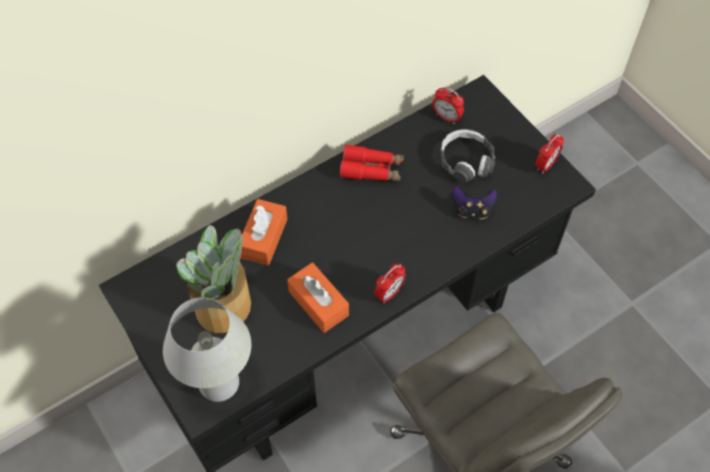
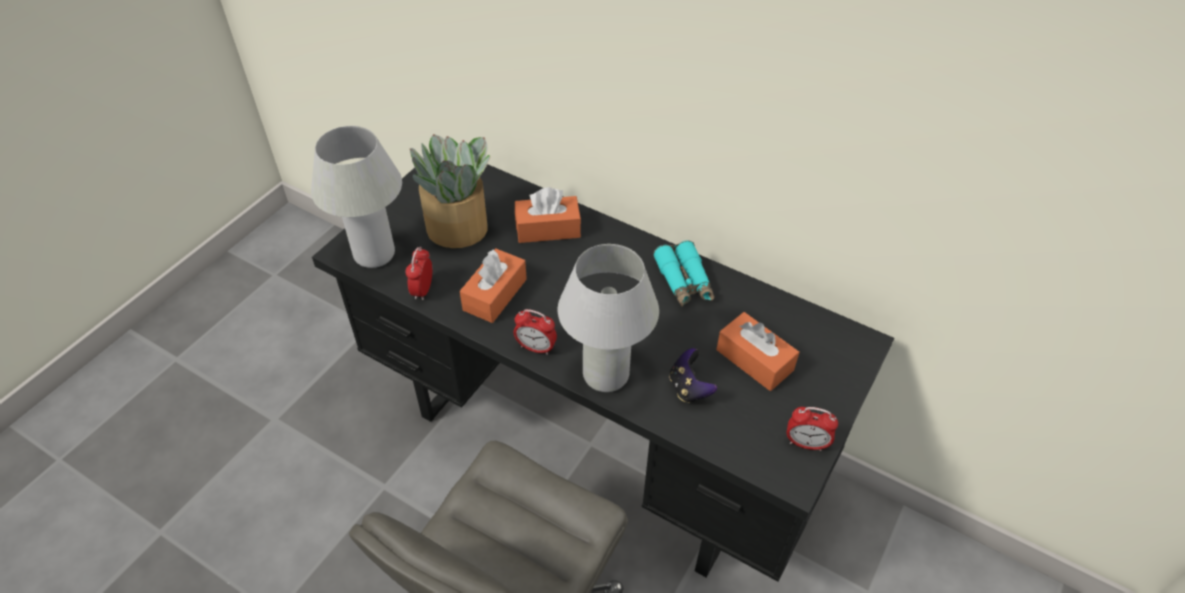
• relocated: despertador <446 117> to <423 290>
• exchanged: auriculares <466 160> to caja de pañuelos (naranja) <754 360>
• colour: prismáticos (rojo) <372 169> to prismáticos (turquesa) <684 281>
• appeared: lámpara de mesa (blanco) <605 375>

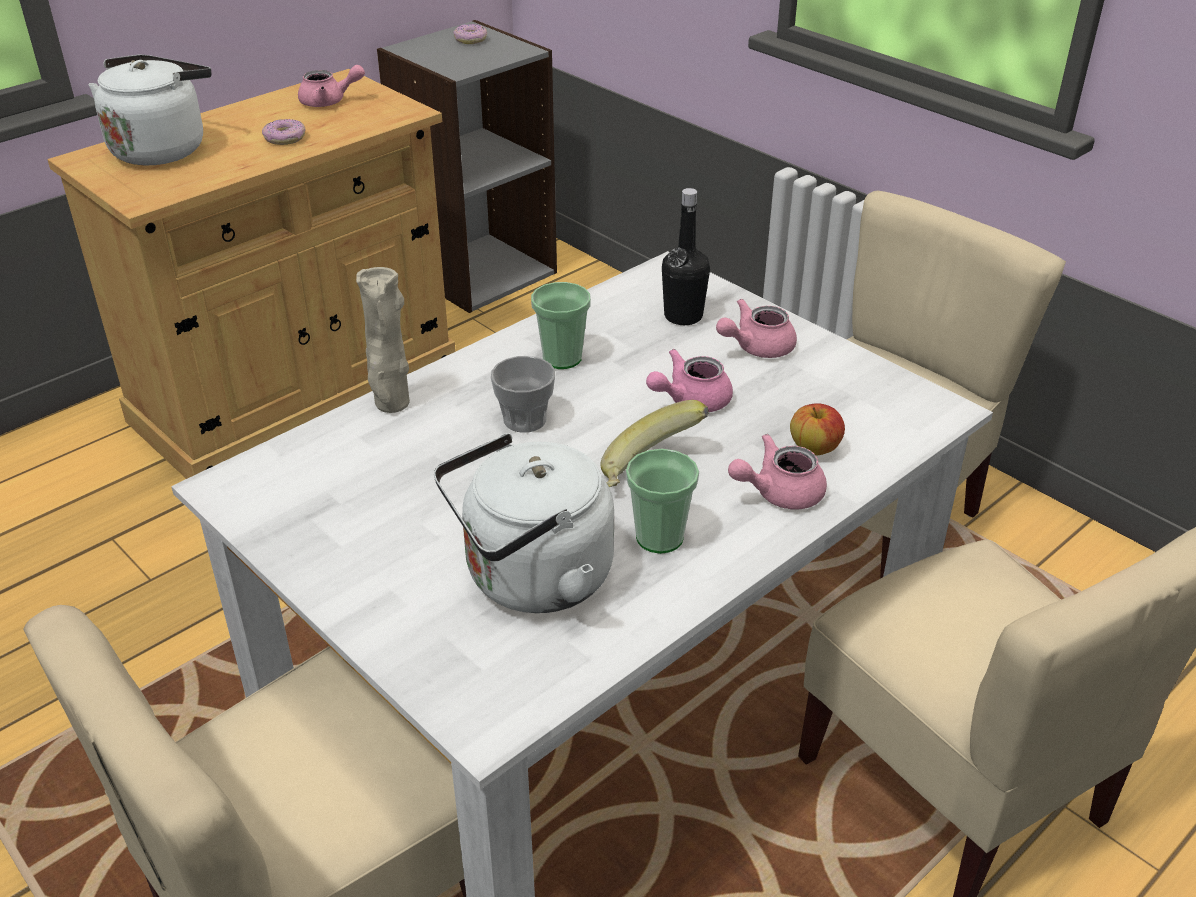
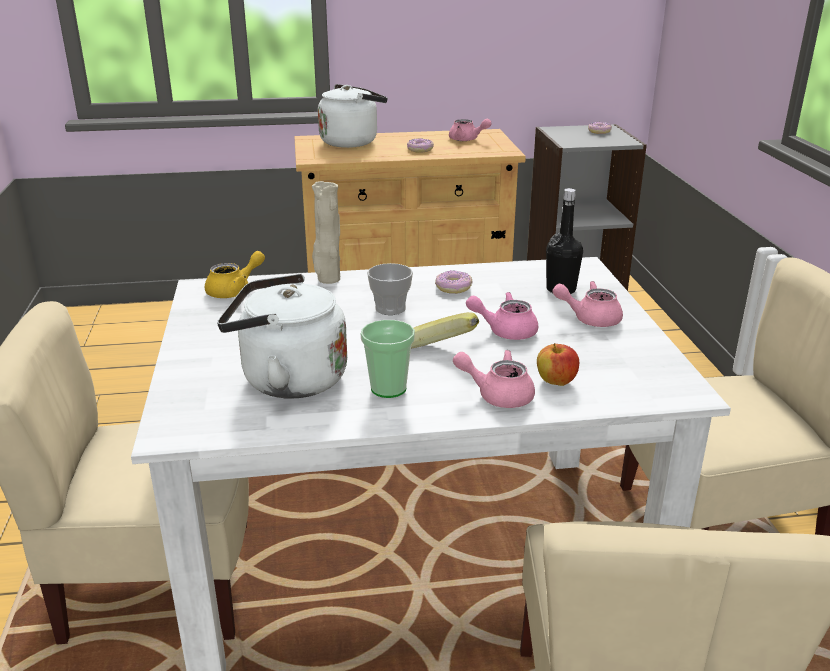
• exchanged: taza <562 358> to rosquilla <453 287>
• appeared: tetera (amarillo) <235 290>

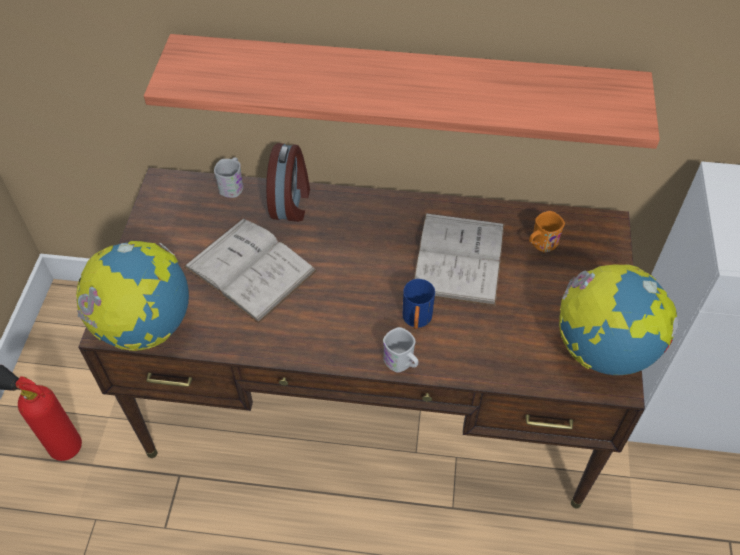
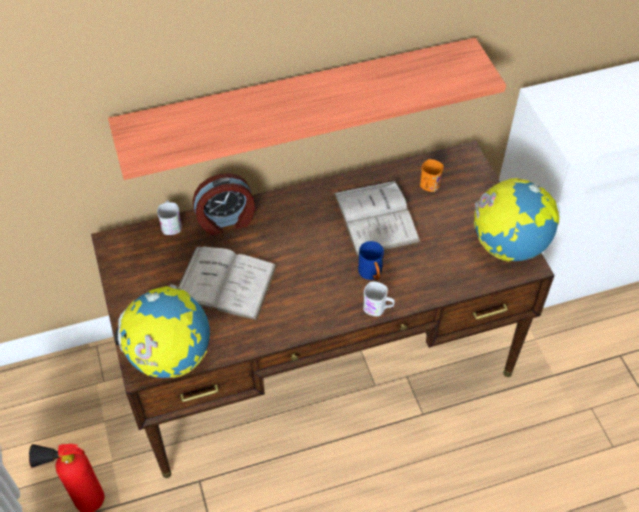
• spun: despertador <291 202> = <226 221> 90 degrees clockwise

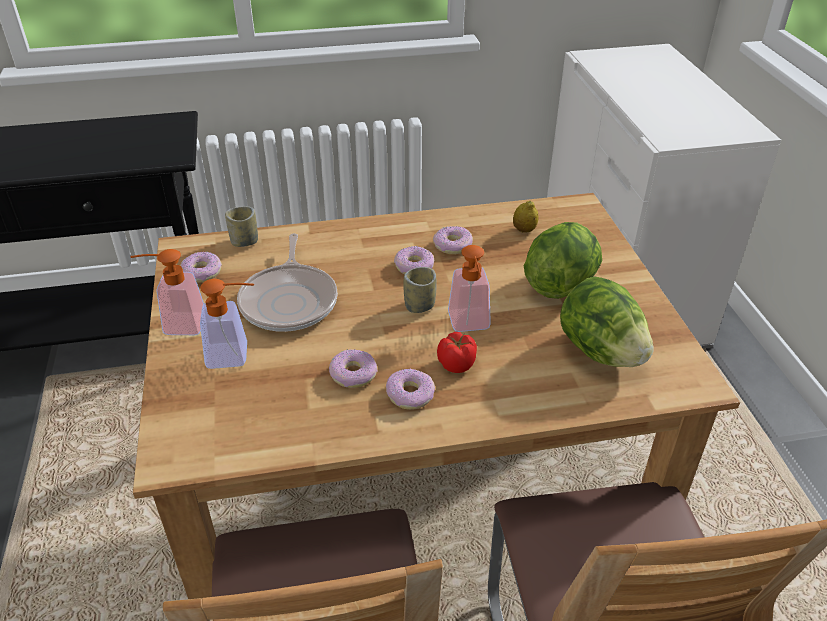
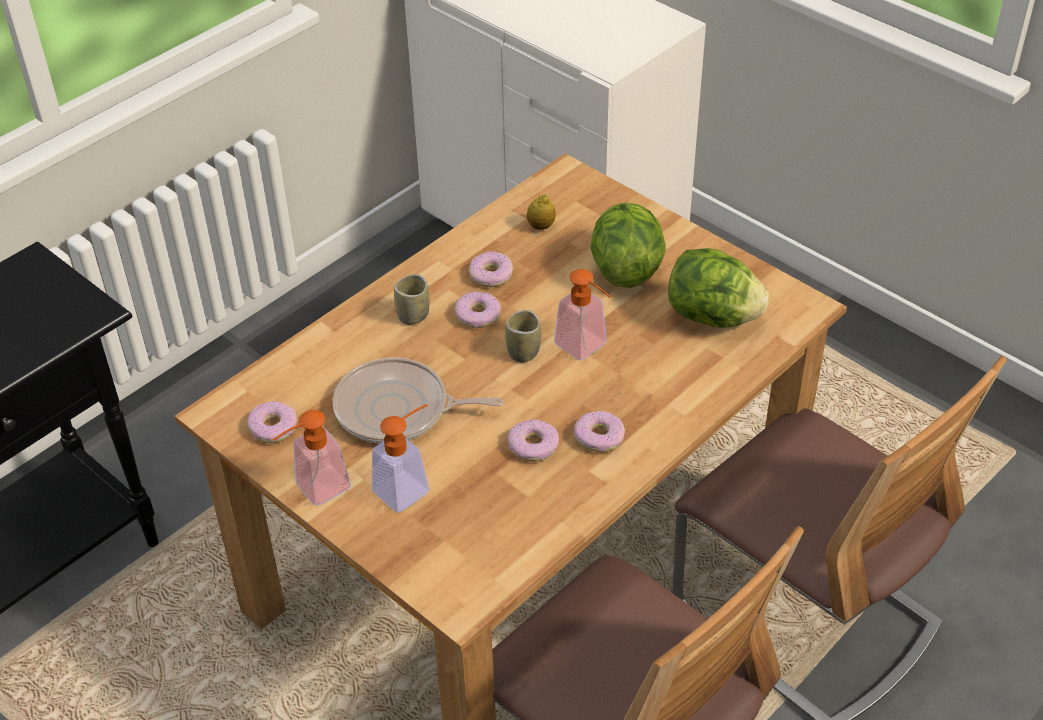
• relocated: taza <244 241> to <413 315>
• spun: sartén <290 301> = <398 410> 135 degrees clockwise
• missing: tomate <457 364>

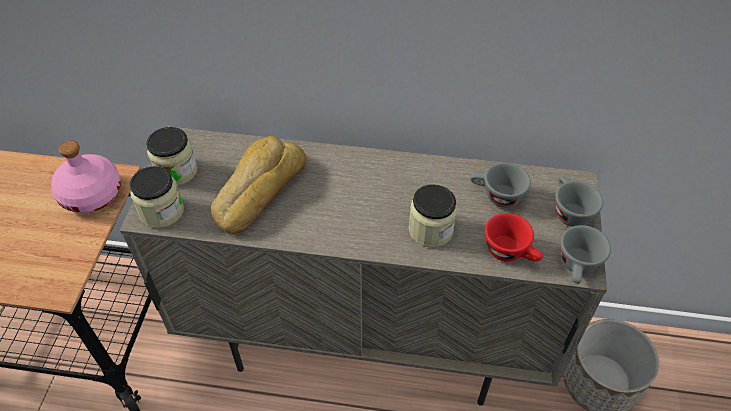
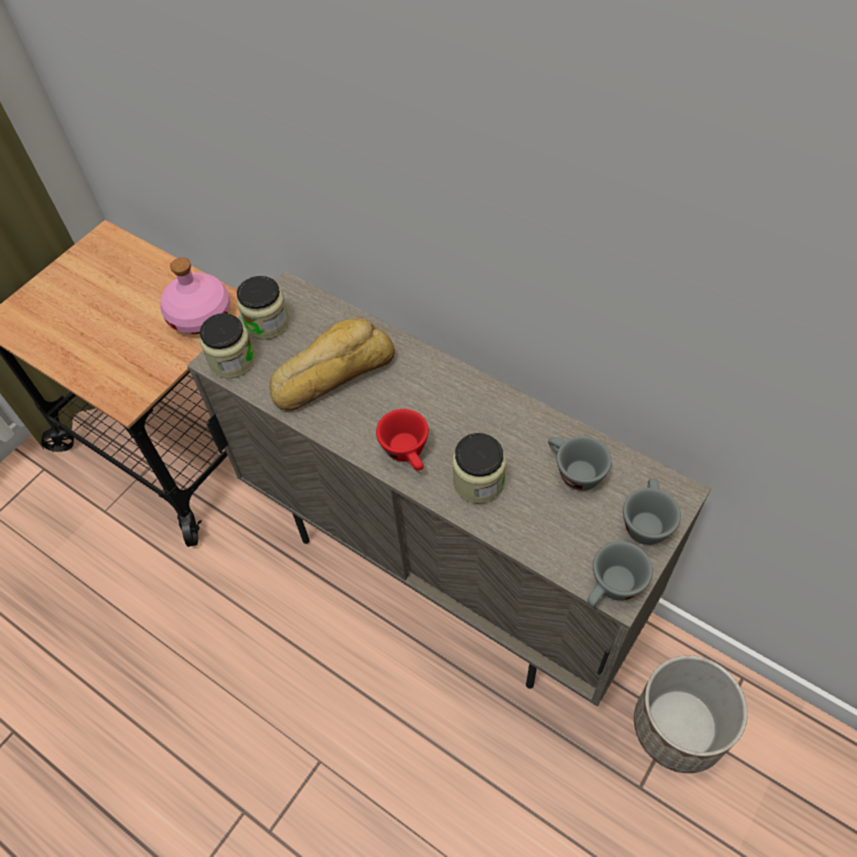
• relocated: taza (rojo) <511 252> to <408 453>

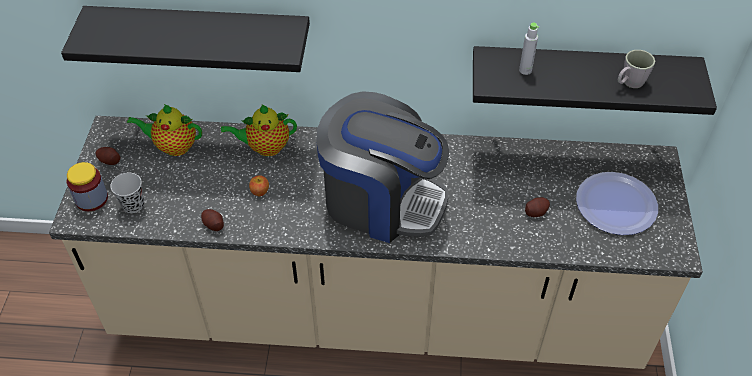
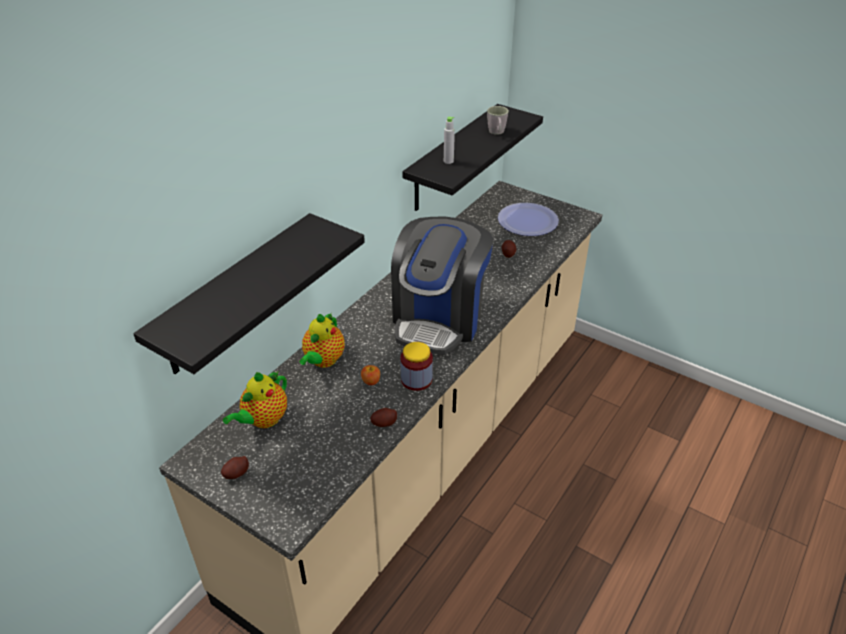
• spun: cafetera <381 201> = <439 318> 150 degrees clockwise
• relocated: tarro <91 199> to <416 379>
• missing: taza (negro) <133 205>

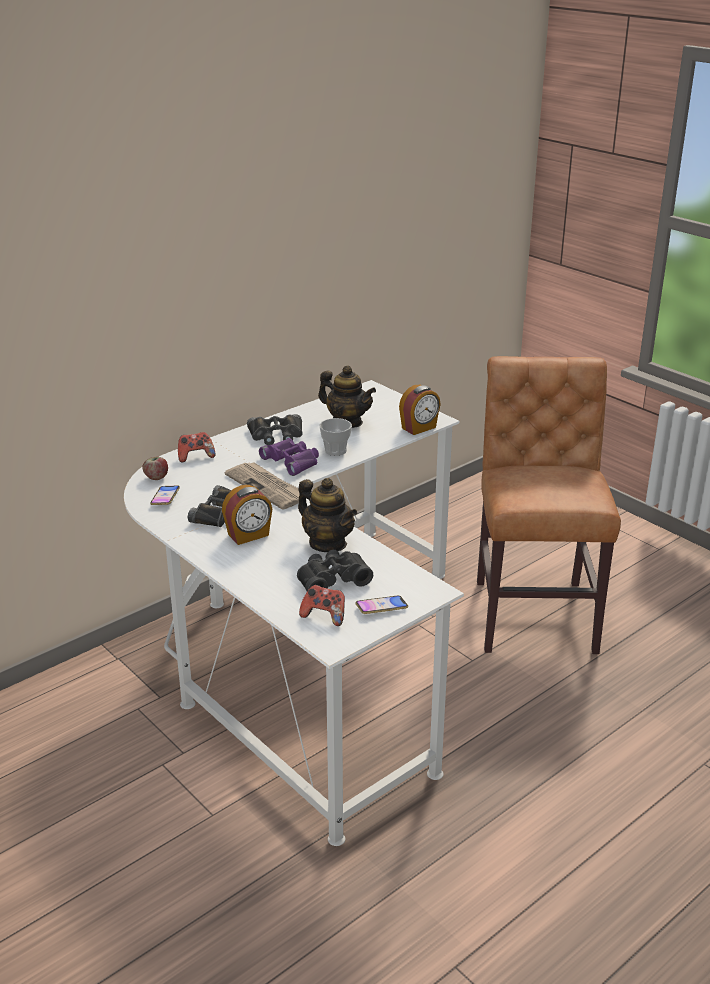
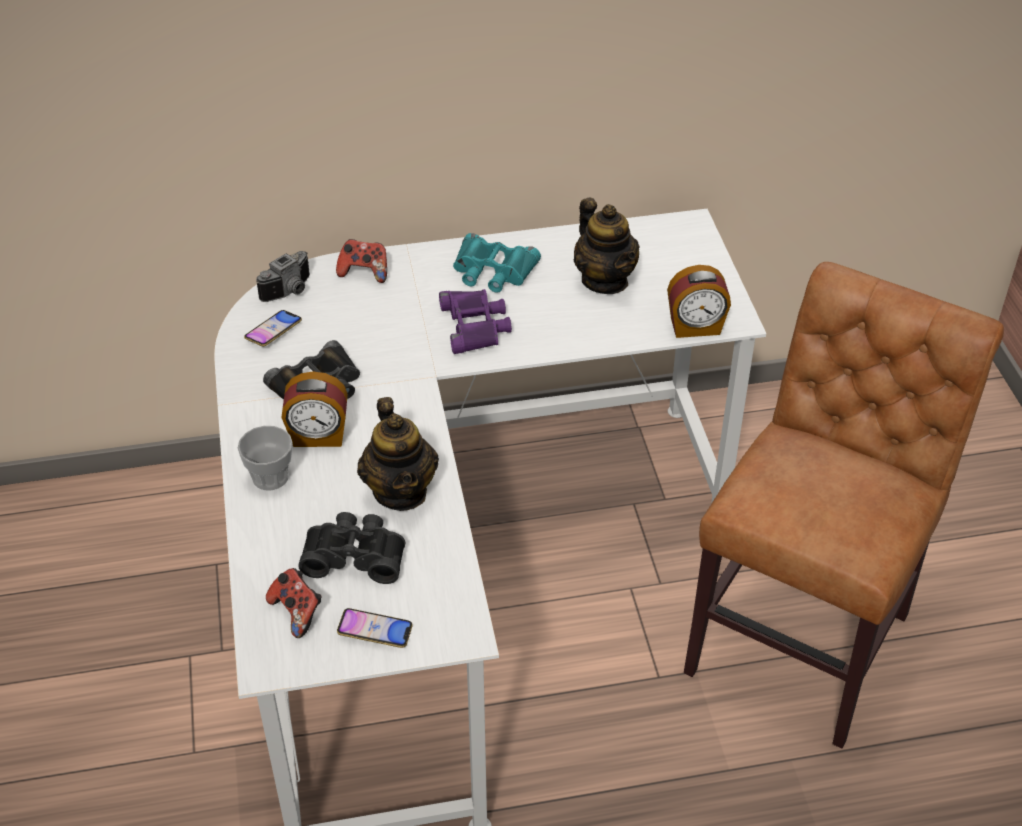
• colour: prismáticos (negro) <276 435> to prismáticos (turquesa) <493 271>
• relocated: taza <335 450> to <270 477>
• exchanged: manzana <156 477> to cámara <291 291>
• missing: periódico <267 487>

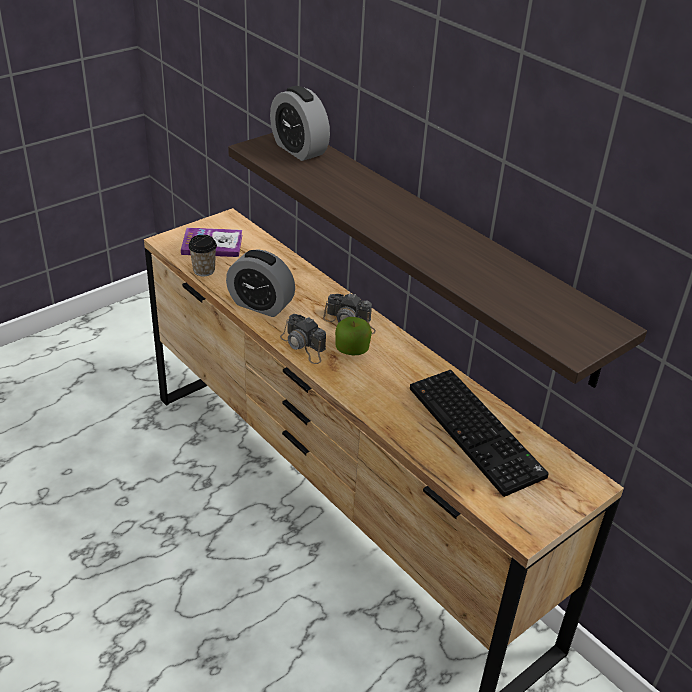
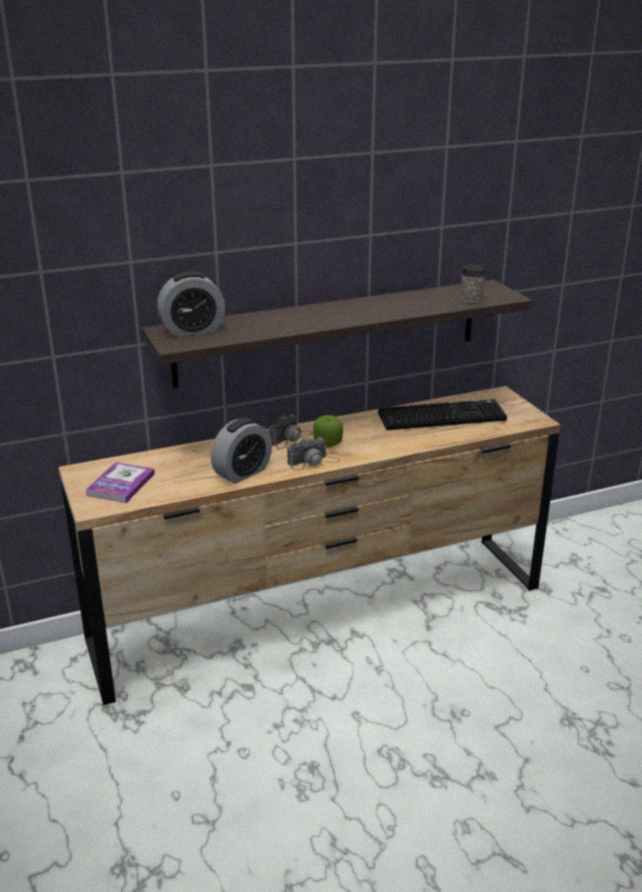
• relocated: taza <204 270> to <471 299>

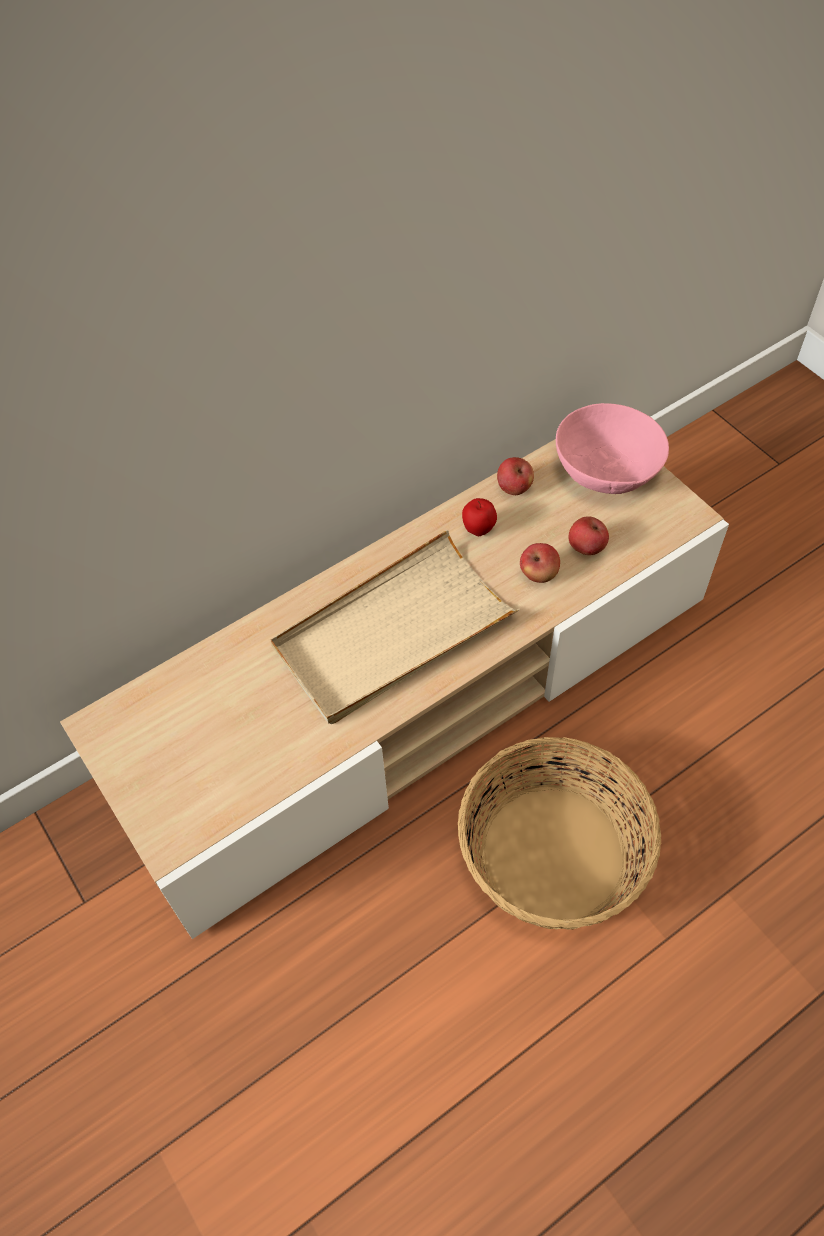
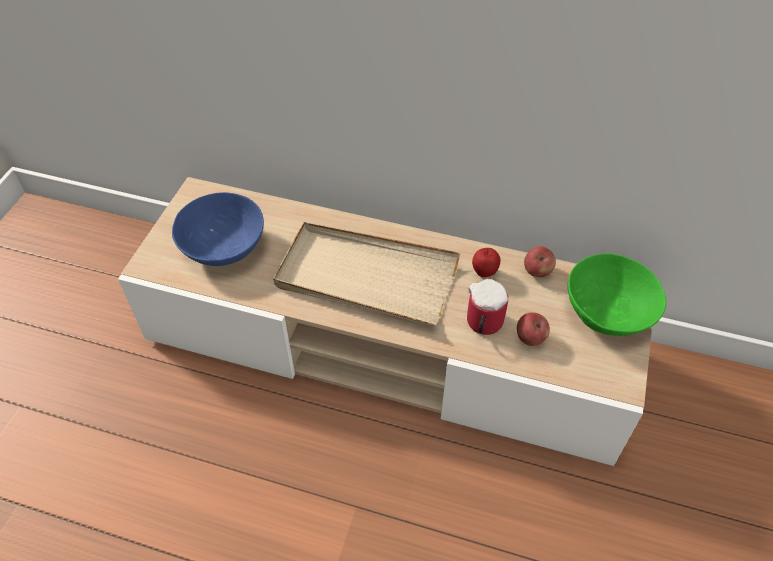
• colour: cuenco (rosa) <606 470> to cuenco (verde) <608 312>
• exchanged: manzana <539 574> to taza grande <481 324>
• missing: cesta <554 855>
• appeared: cuenco (azul) <224 247>

